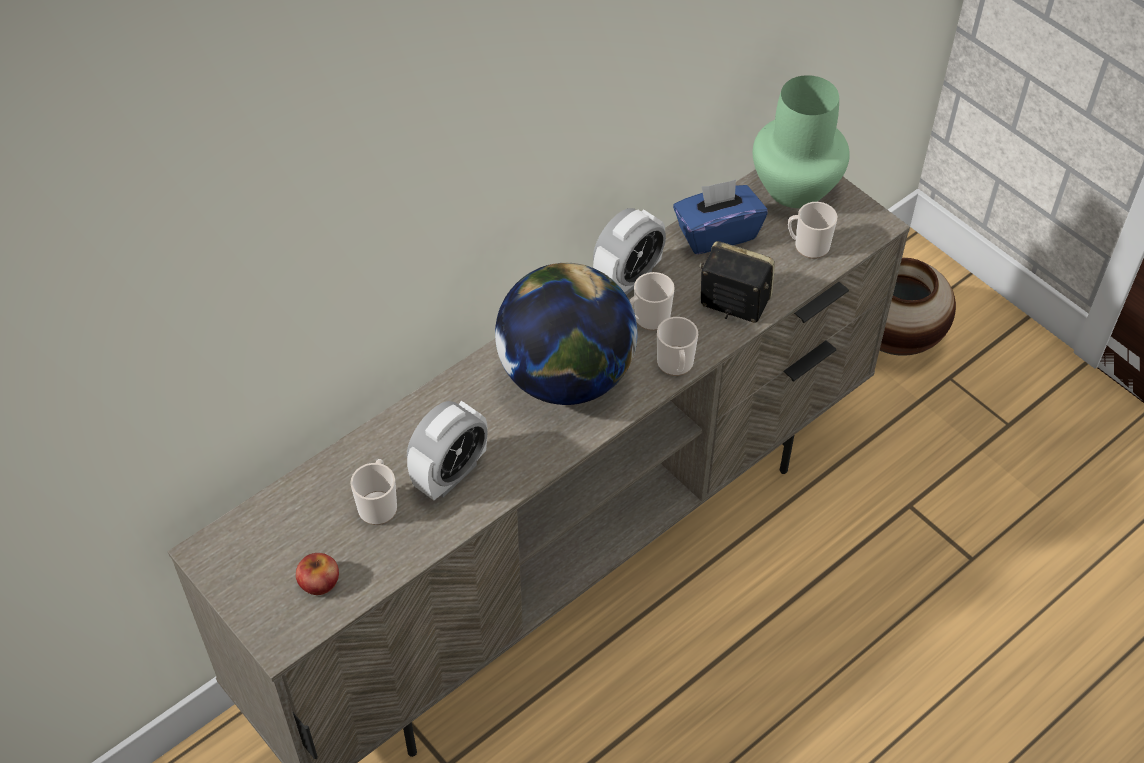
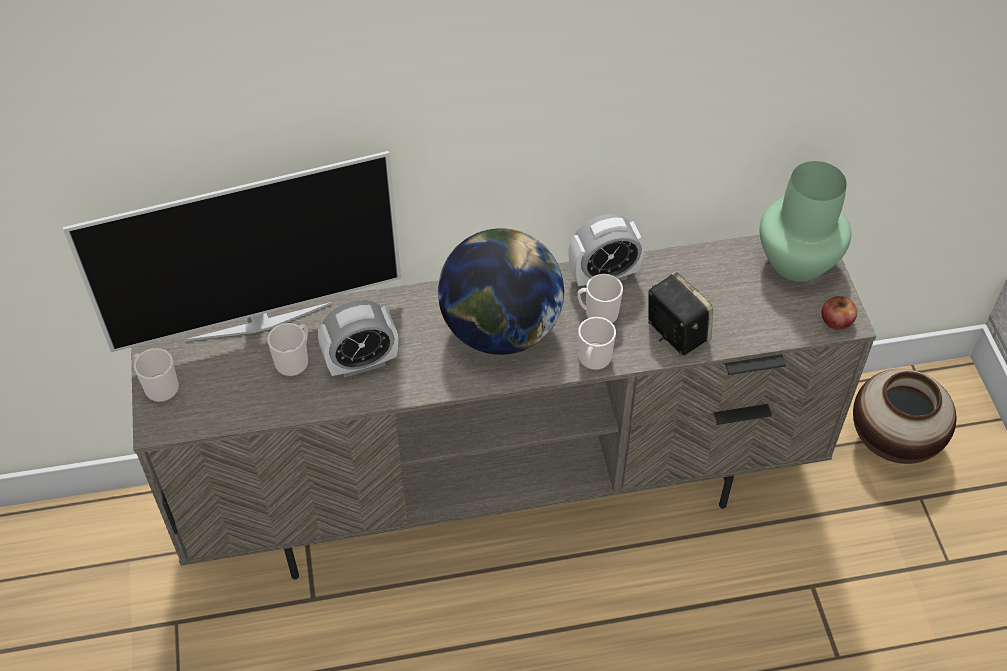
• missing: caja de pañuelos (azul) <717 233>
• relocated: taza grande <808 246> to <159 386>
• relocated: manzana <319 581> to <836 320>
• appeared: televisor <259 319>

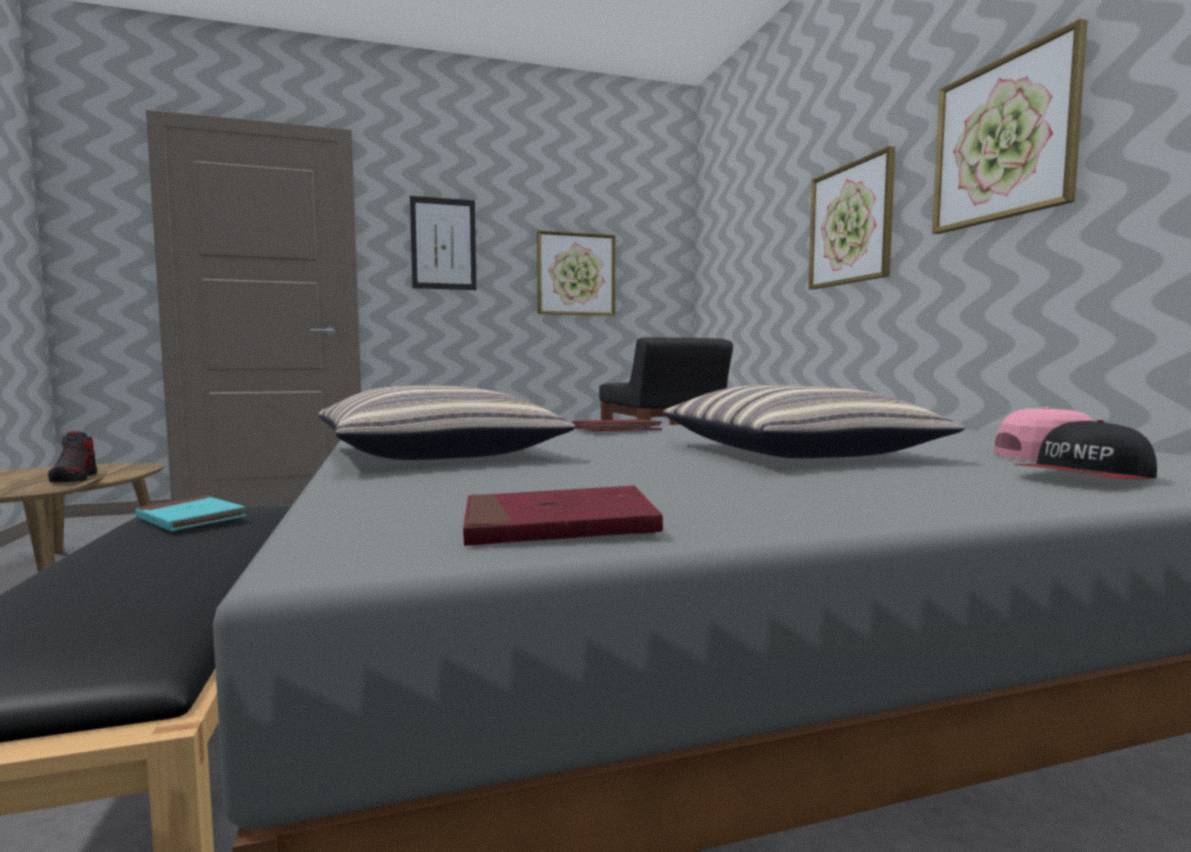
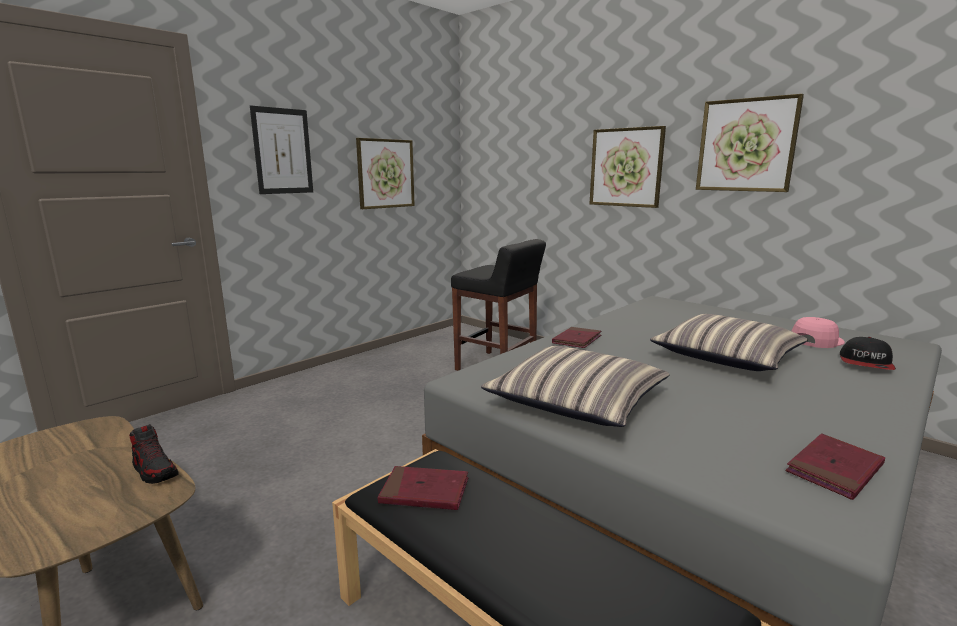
• colour: libro (turquesa) <190 519> to libro (rojo) <424 492>

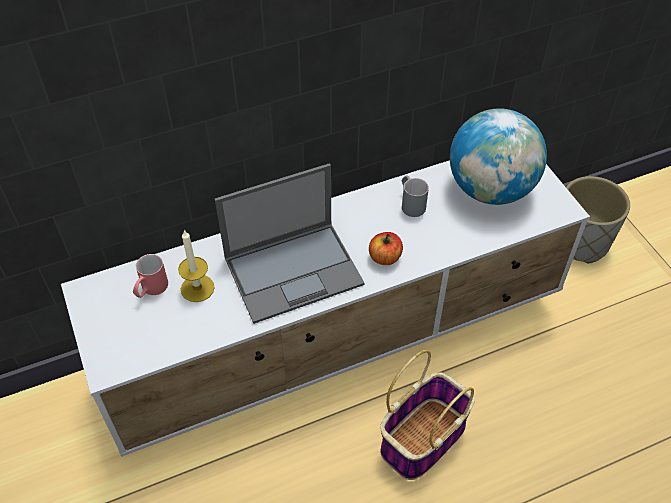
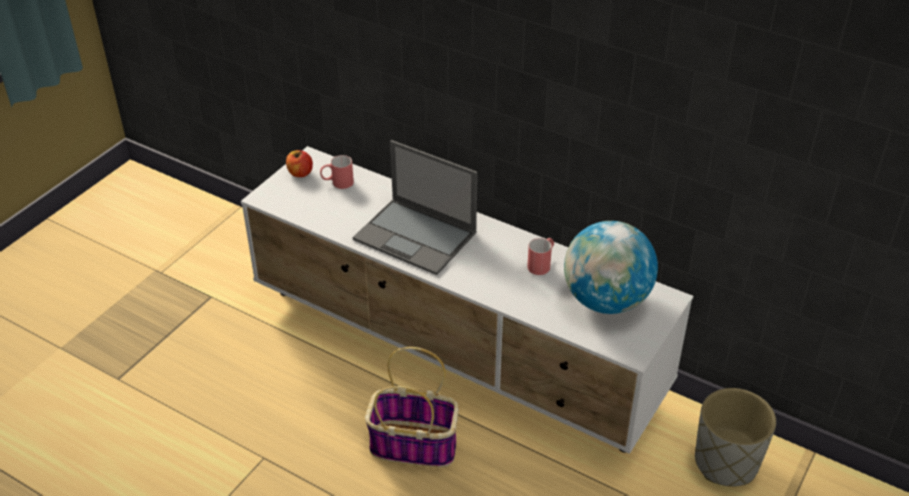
• colour: taza grande (gris) <411 203> to taza grande (rojo) <541 264>
• missing: vela <197 288>
• relocated: manzana <385 257> to <300 173>

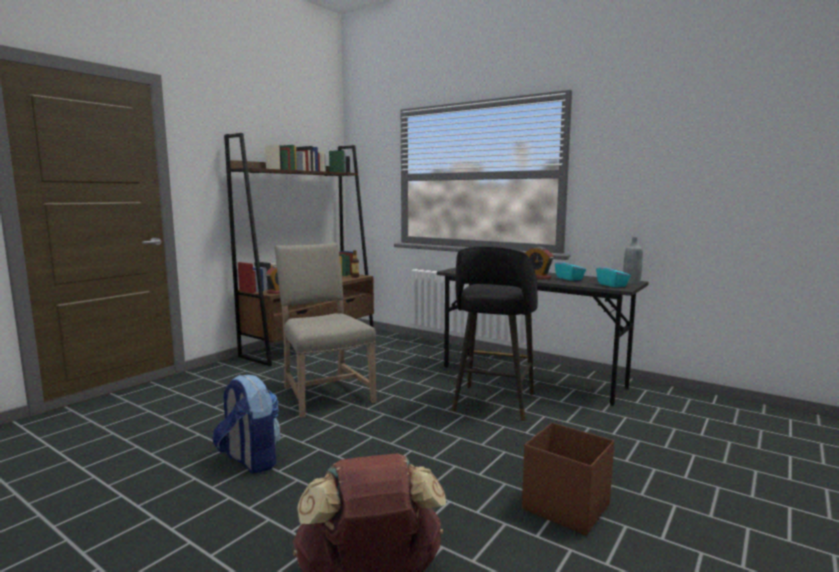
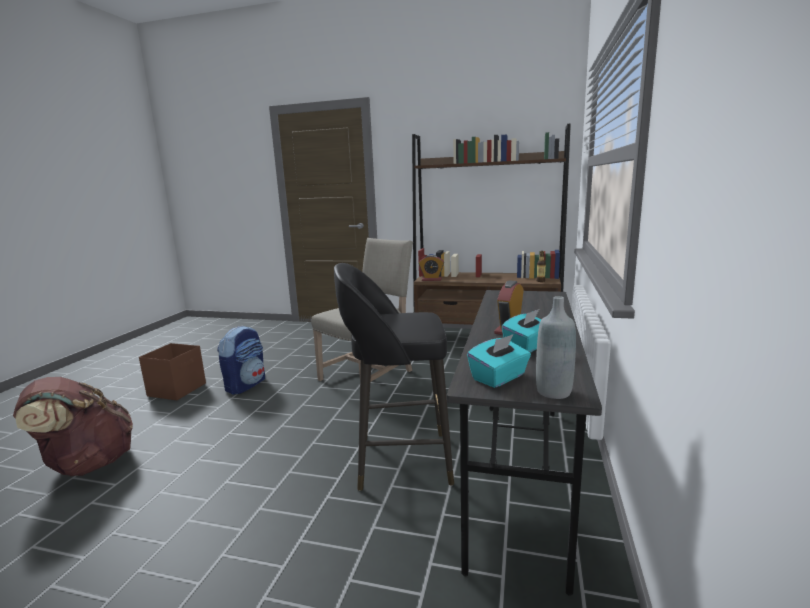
• relocated: caja de almacenaje (marrón) <565 506> to <178 389>

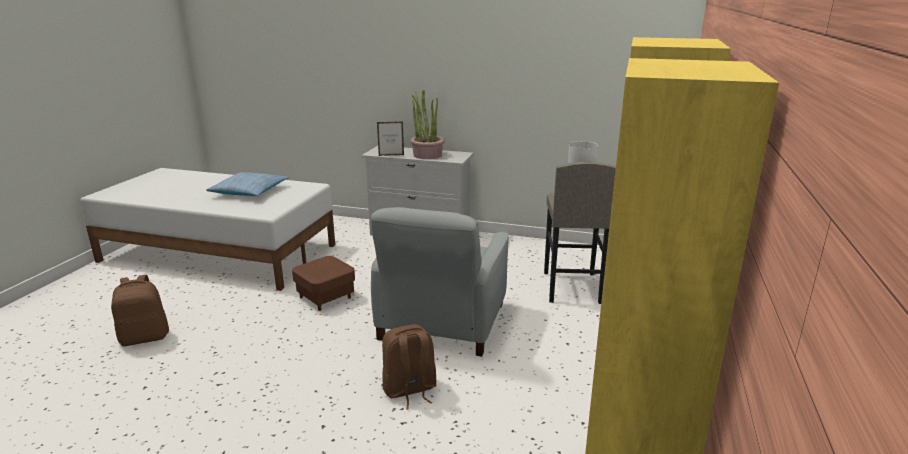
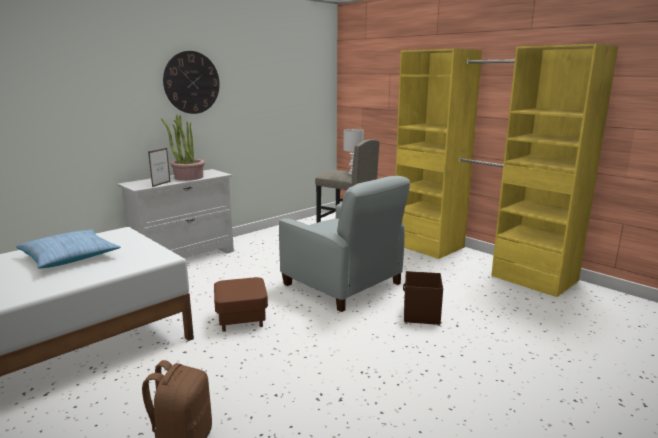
• exchanged: mochila (marrón) <409 390> to caja de almacenaje (marrón) <421 315>
• appeared: reloj de pared <191 82>

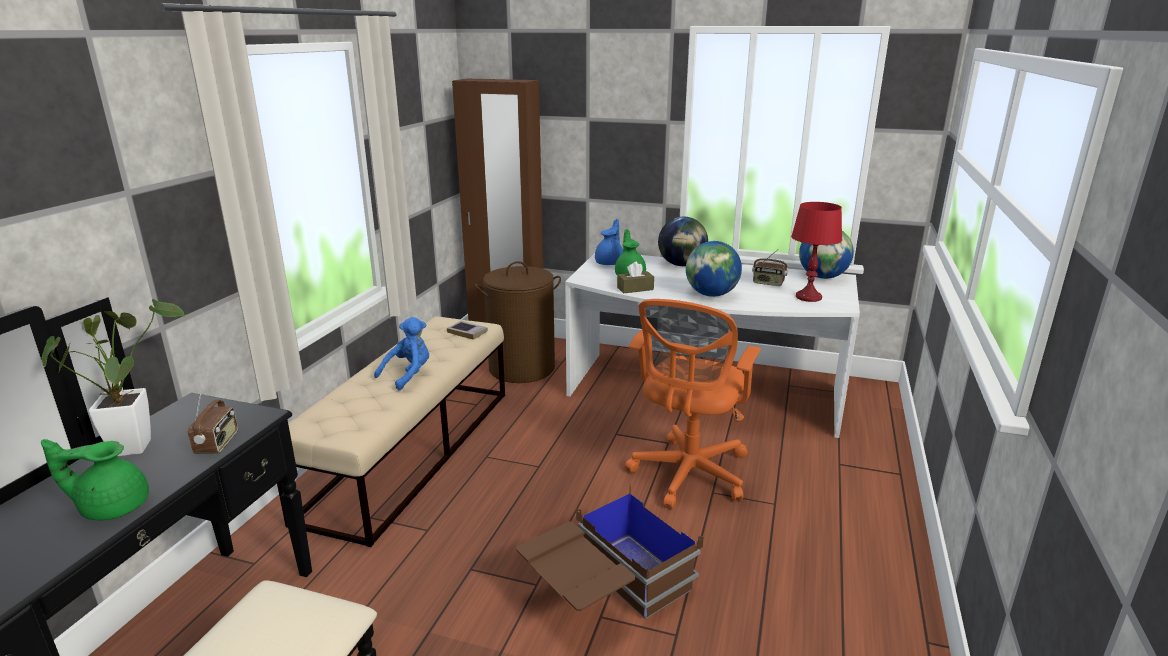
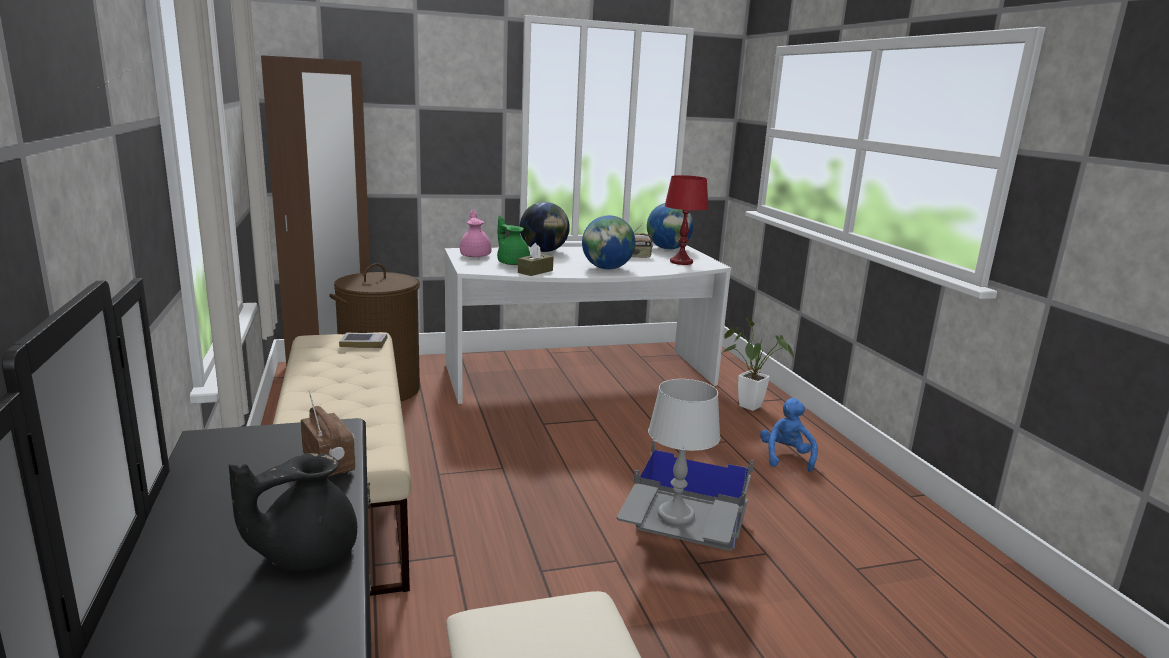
• colour: tetera (azul) <610 262> to tetera (rosa) <475 255>
• relocated: planta en maceta <136 443> to <745 405>
• missing: silla de oficina (naranja) <687 476>
• relocated: peluche (azul) <408 375> to <786 457>
• colour: tetera (verde) <112 506> to tetera (negro) <305 554>
• colour: caja de almacenaje (marrón) <607 593> to caja de almacenaje (gris) <681 544>
• appeared: lámpara de mesa (gris) <676 515>

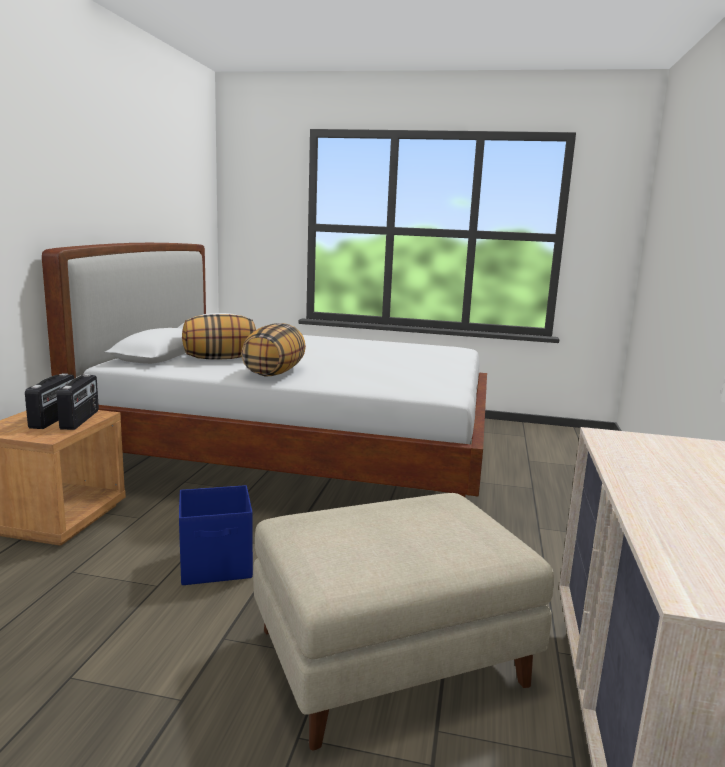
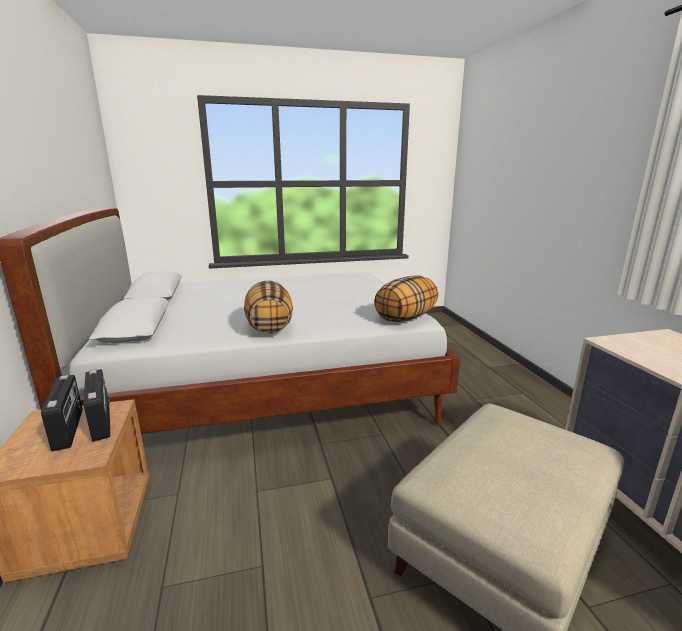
• relocated: cojín <219 359> to <406 318>
• missing: caja de almacenaje (azul) <217 565>

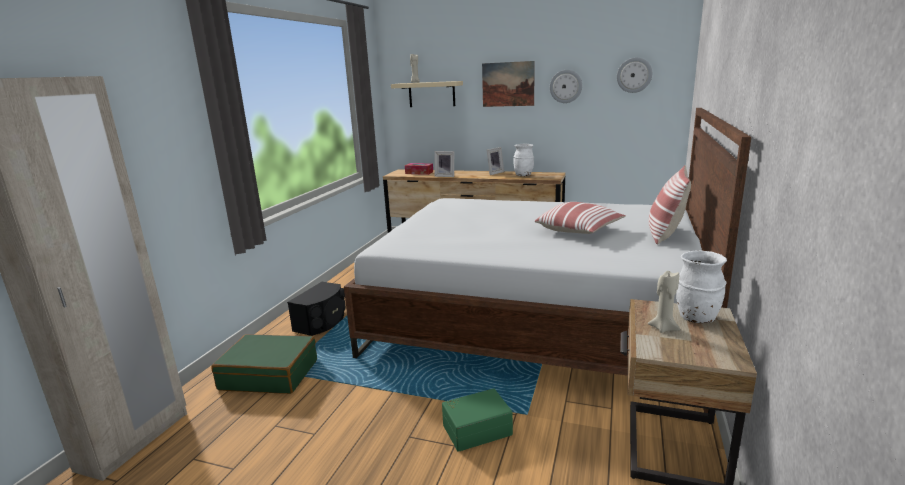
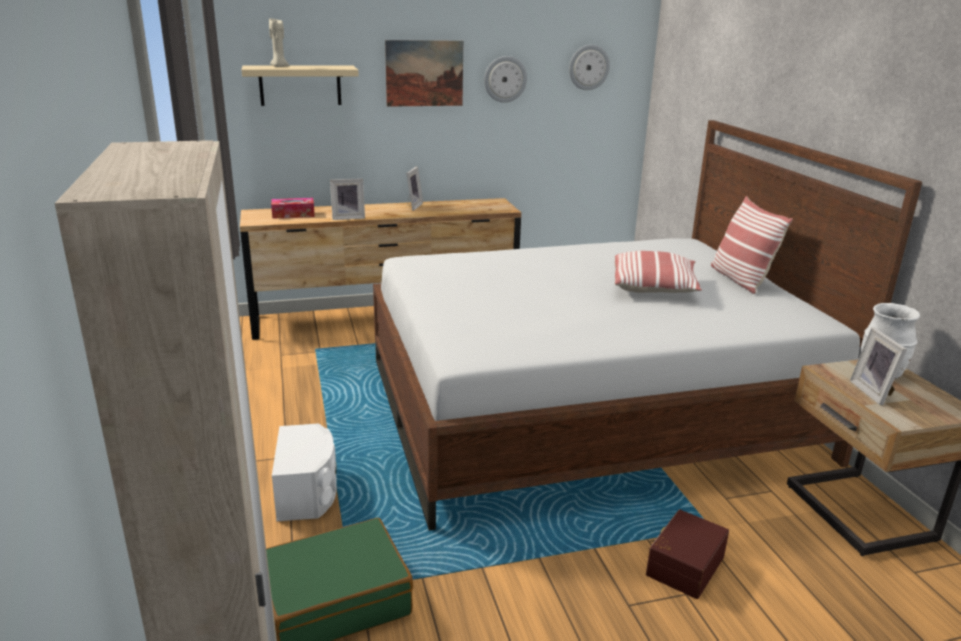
• missing: florero (blanco) <523 175>
• exchanged: vela (beis) <663 328> to portarretratos <874 392>
• colour: altavoz (negro) <322 322> to altavoz (blanco) <307 491>
• colour: caja de almacenaje (verde) <476 428> to caja de almacenaje (marrón) <683 565>

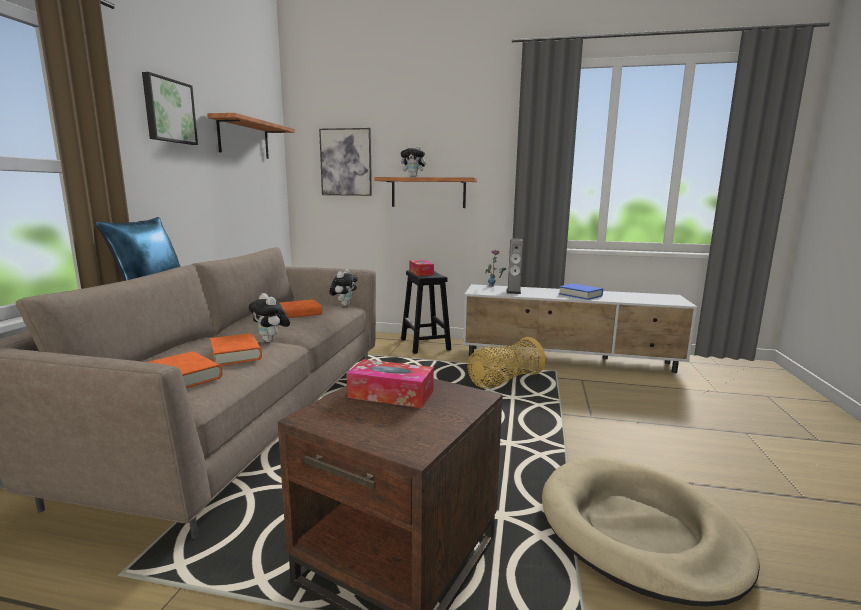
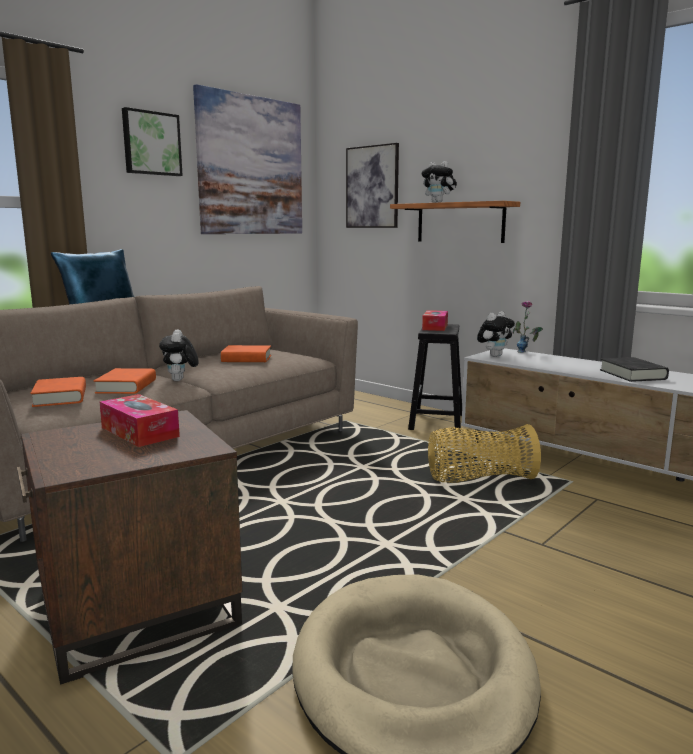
• exchanged: estante <244 139> to cuadro <251 166>
• missing: altavoz <513 291>
• relocated: peluche <344 305> to <494 355>
• colour: libro (azul) <580 295> to libro (negro) <632 374>

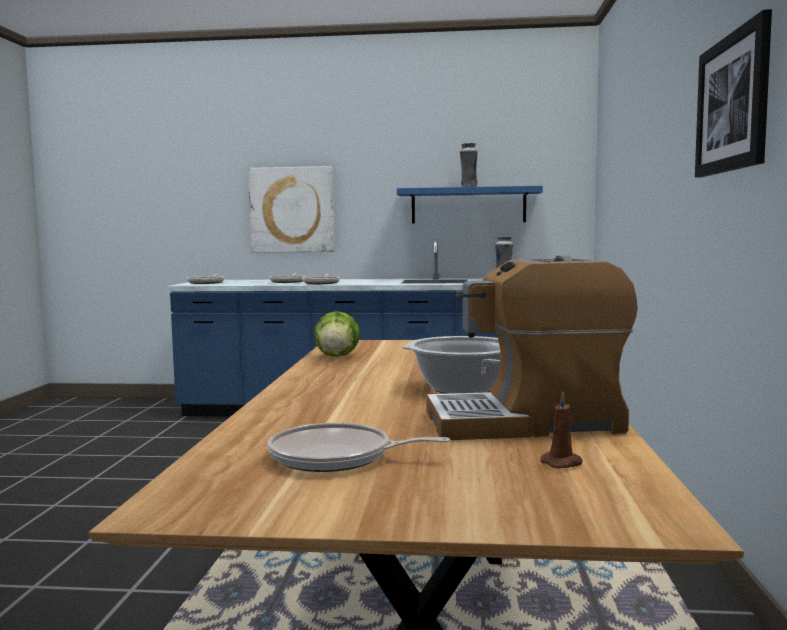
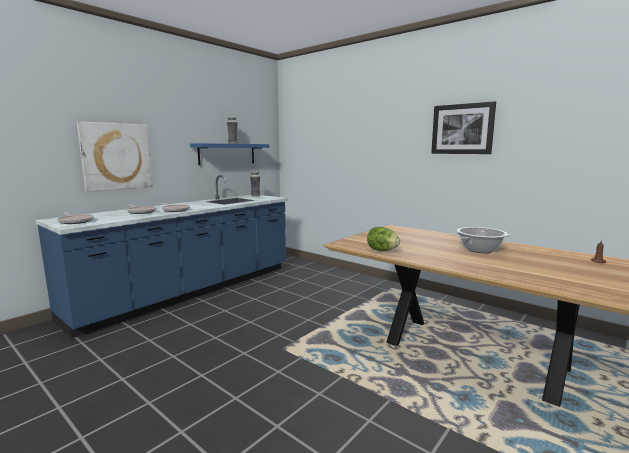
• missing: cafetera <526 422>
• missing: sartén <336 457>

